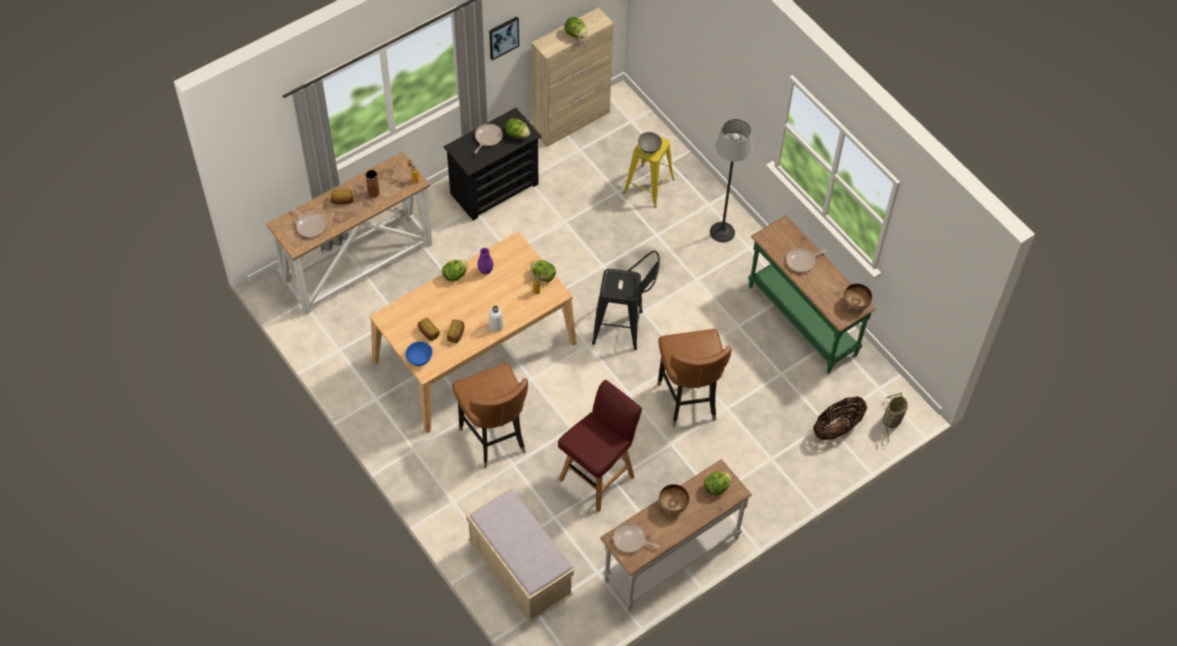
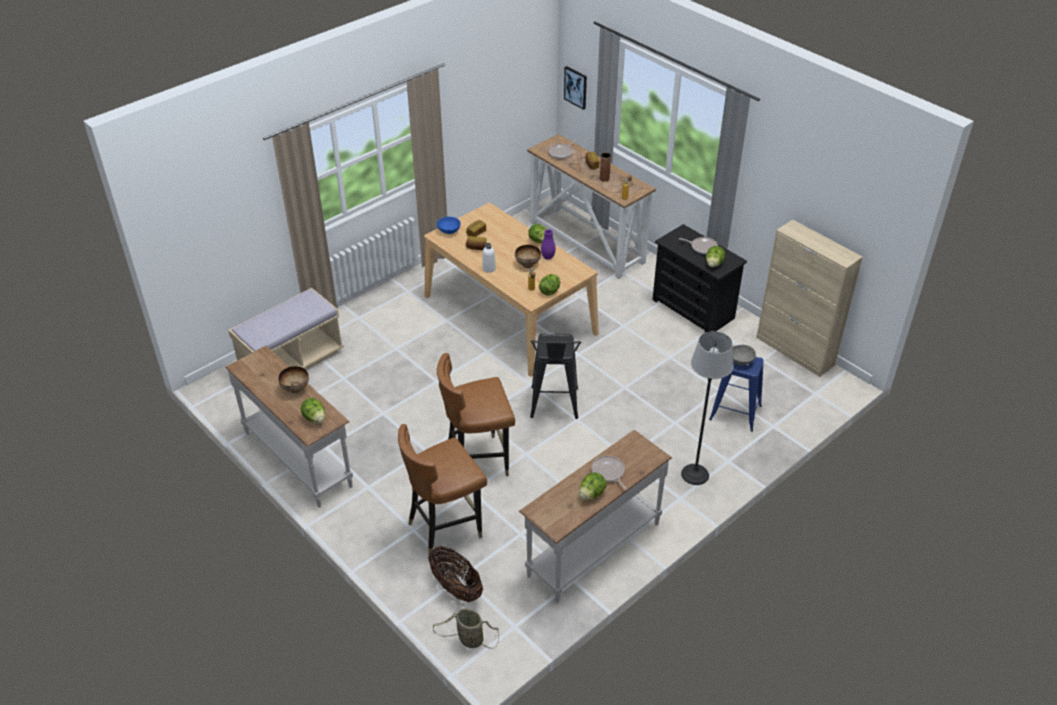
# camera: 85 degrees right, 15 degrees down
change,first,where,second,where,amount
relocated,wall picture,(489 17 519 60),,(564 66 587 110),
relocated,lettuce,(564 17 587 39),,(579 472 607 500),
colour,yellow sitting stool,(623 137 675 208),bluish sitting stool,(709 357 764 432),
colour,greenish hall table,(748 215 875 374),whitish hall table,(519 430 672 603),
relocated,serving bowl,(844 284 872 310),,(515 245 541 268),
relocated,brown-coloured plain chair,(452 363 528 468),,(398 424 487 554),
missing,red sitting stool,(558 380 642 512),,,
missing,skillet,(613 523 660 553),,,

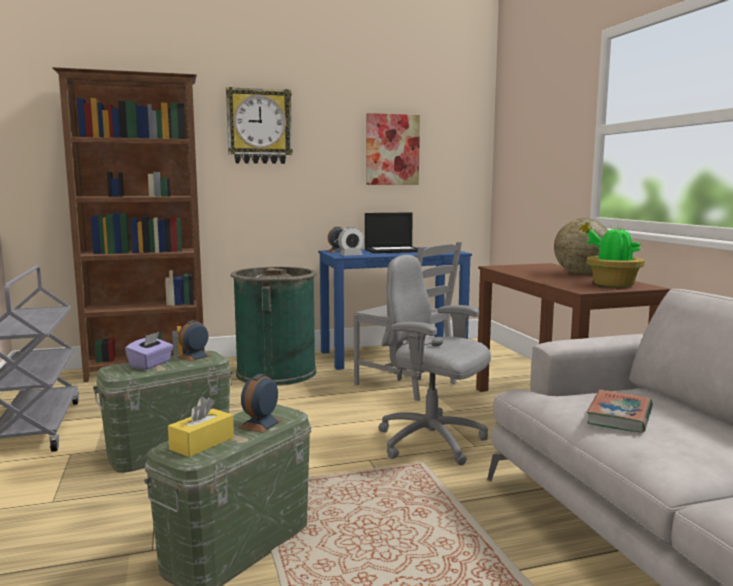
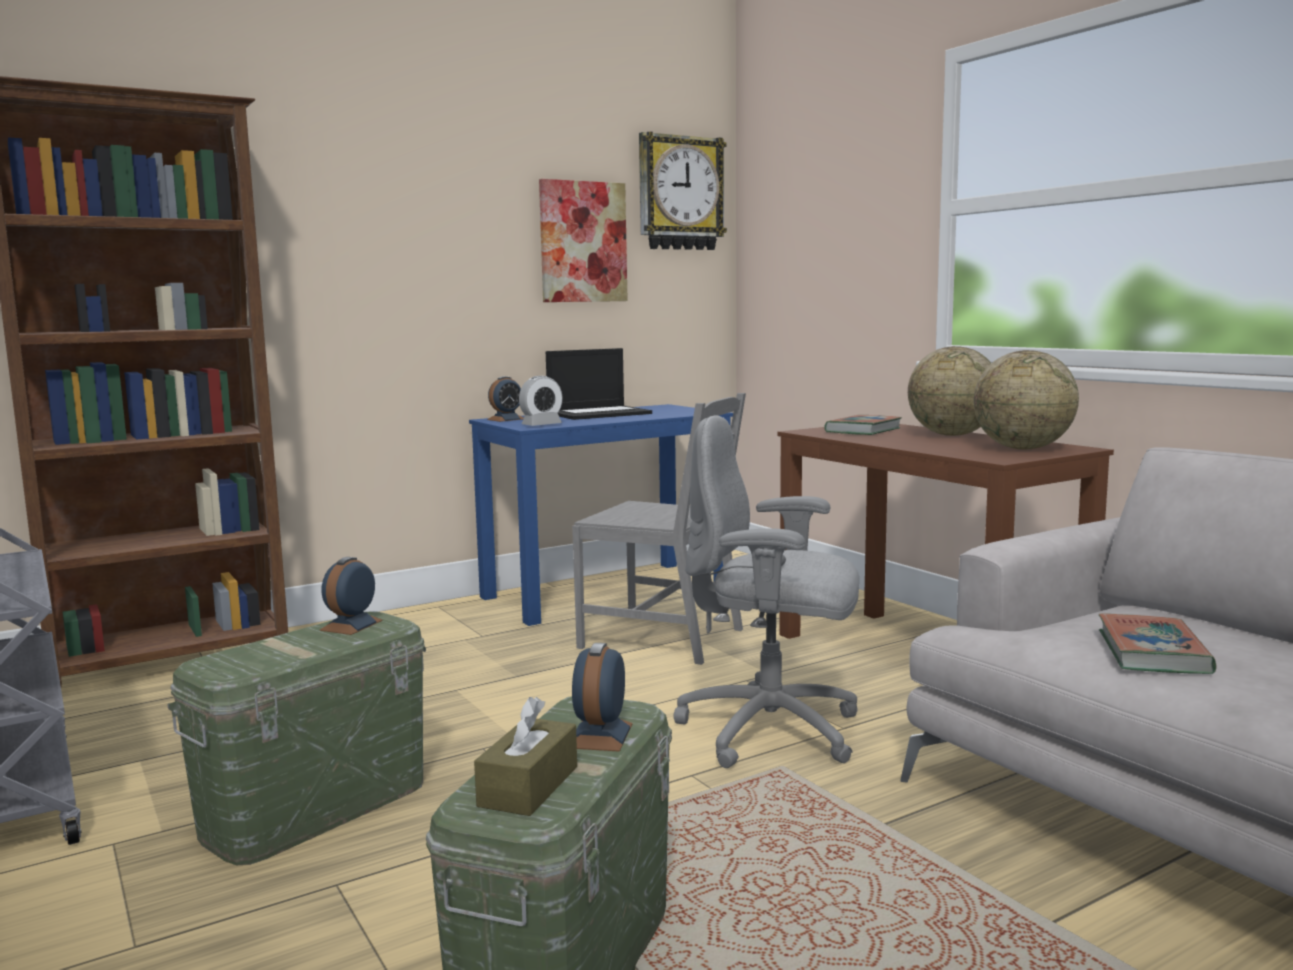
# camera: 15 degrees left, 0 degrees up
change,first,where,second,where,amount
relocated,hanging clock,(226 87 293 164),,(639 131 727 250),
exchanged,plant in a pot,(579 222 645 287),desk globe,(973 350 1079 450),
missing,greenish waste bin,(231 267 317 386),,,
missing,purple-coloured tissue box,(125 332 173 370),,,
colour,yellow tissue box,(168 397 234 457),brown-coloured tissue box,(474 697 577 816),
appeared,,,book,(824 415 902 435),

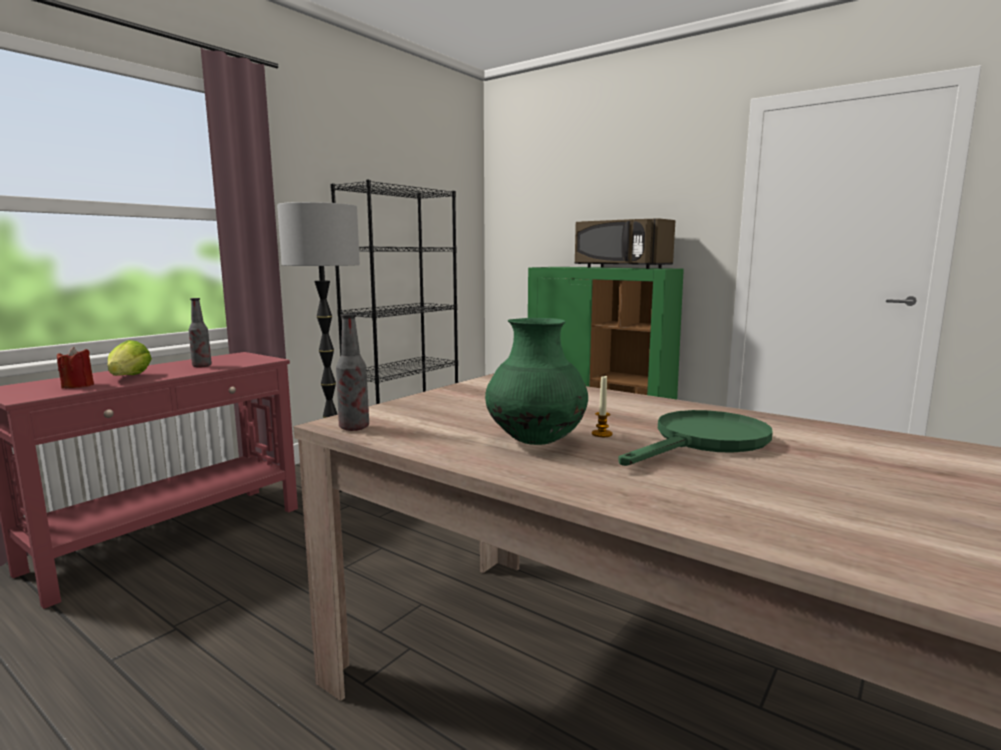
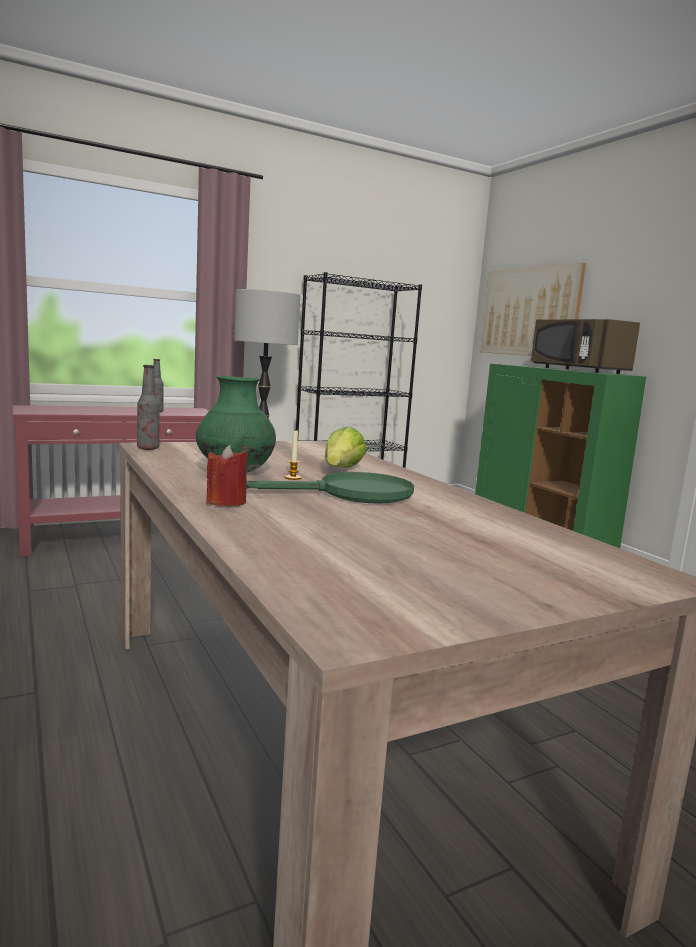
# camera: 25 degrees right, 0 degrees up
change,first,where,second,where,amount
relocated,lettuce,(108 340 152 376),,(325 426 366 468),
relocated,red candle,(57 347 94 388),,(206 445 248 506),
appeared,,,wall picture,(480 262 586 356),

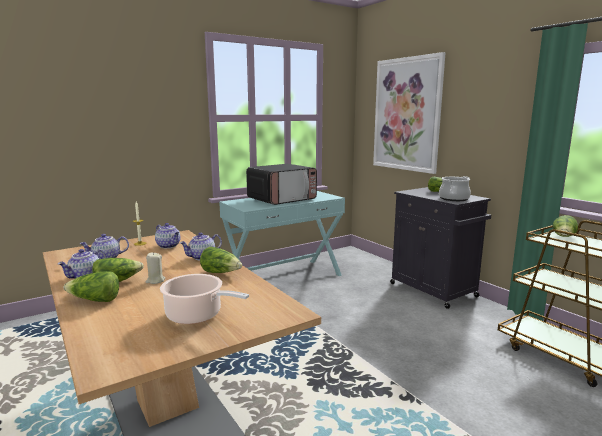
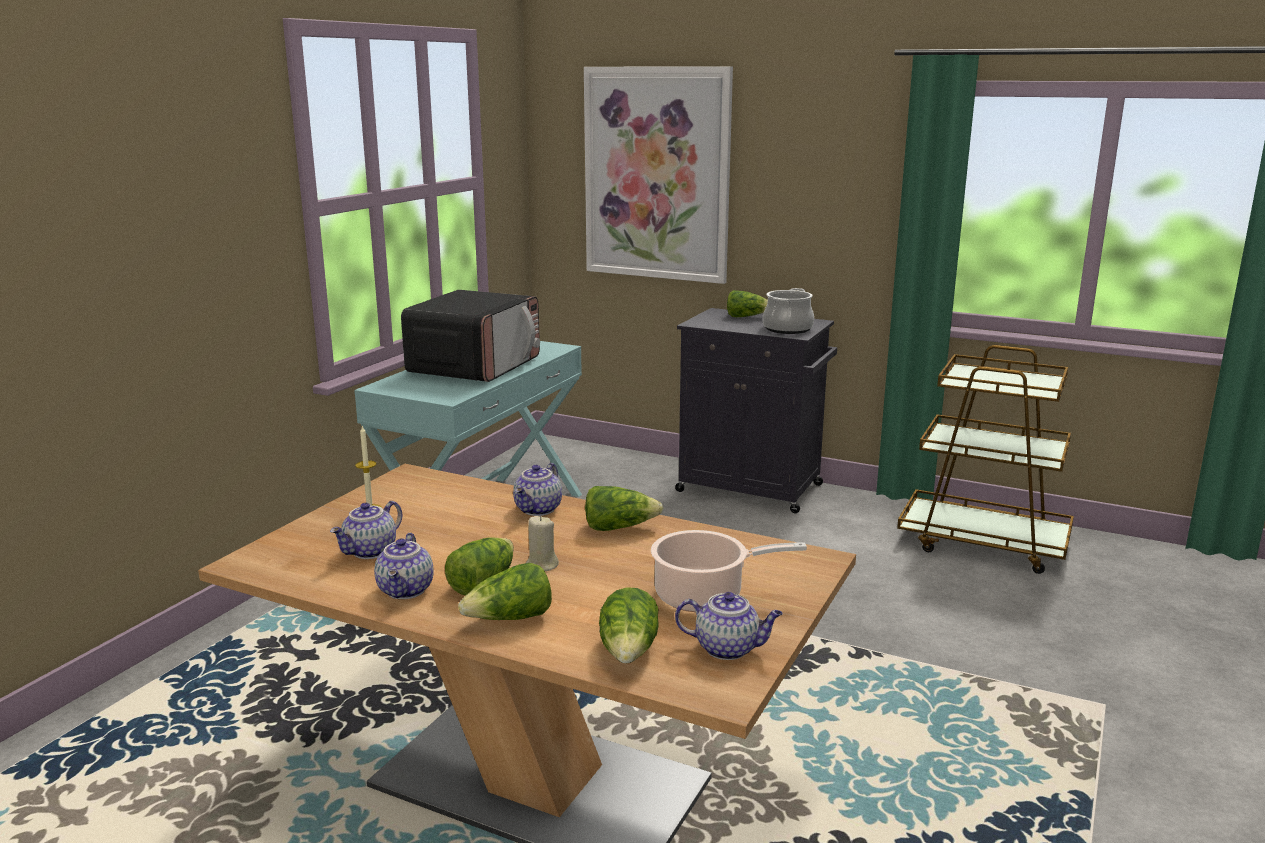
# camera: 30 degrees left, 5 degrees up
change,first,where,second,where,amount
relocated,lettuce,(553 215 578 237),,(599 587 659 663),
relocated,tea pot,(155 223 181 248),,(675 592 783 660),

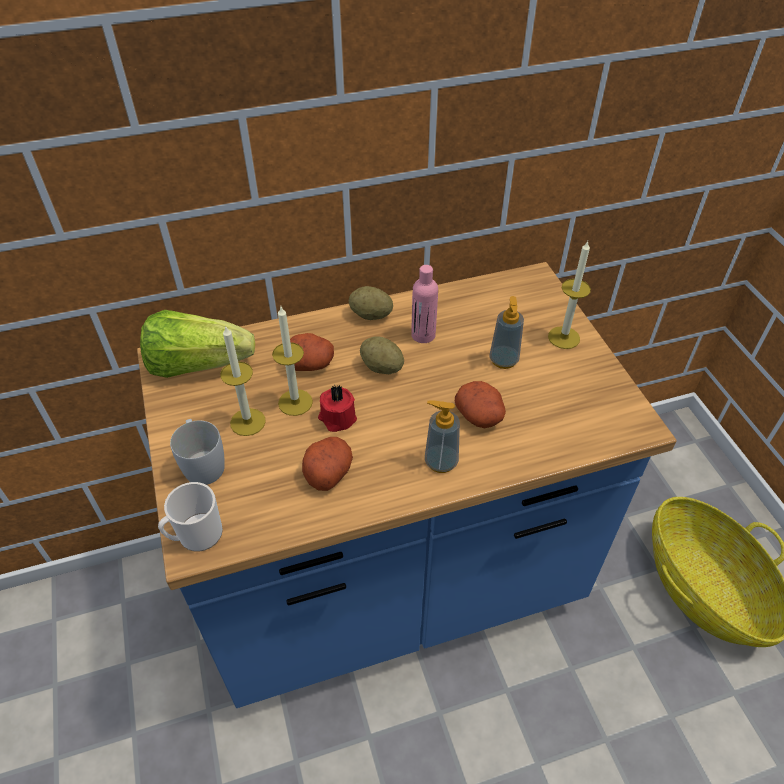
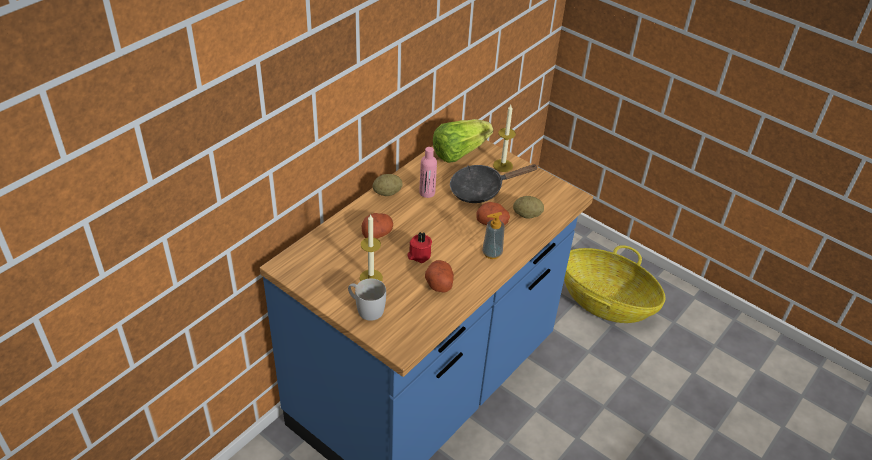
# camera: 35 degrees left, 5 degrees down
change,first,where,second,where,amount
exchanged,liquid soap bottle,(489 296 524 369),black-coloured skillet,(450 164 537 203),
missing,candle,(272 307 313 416),,,
relocated,lettuce,(140 310 255 378),,(433 119 493 163),
relocated,whole potato,(360 336 404 374),,(513 196 544 219),
missing,mug,(158 482 223 551),,,

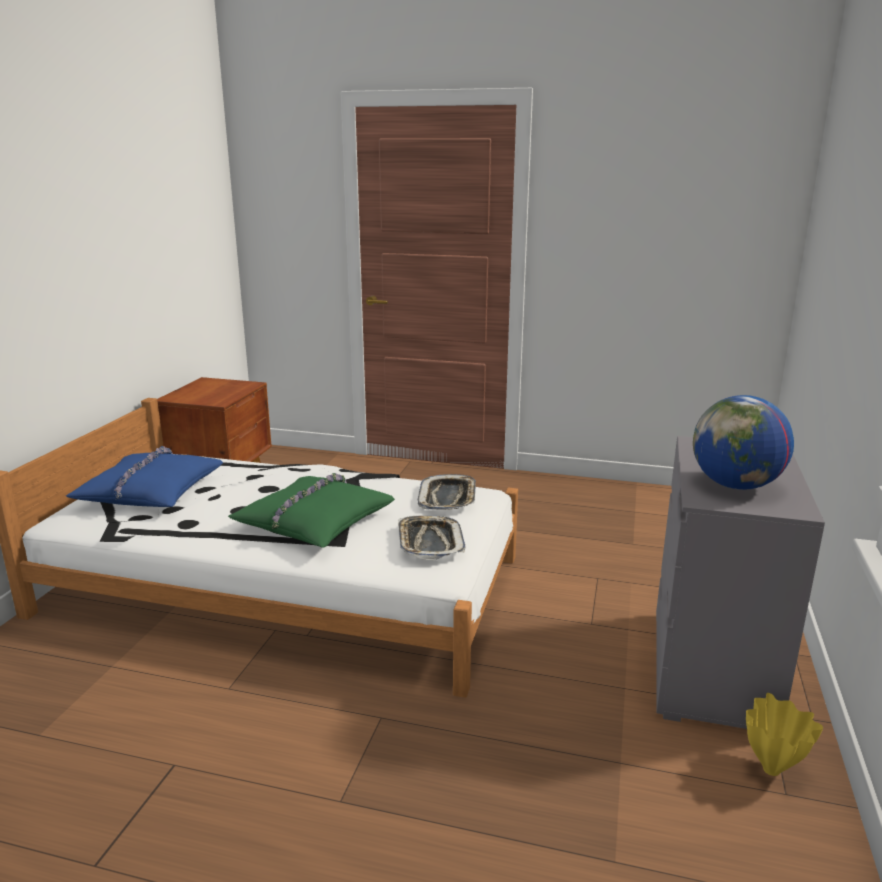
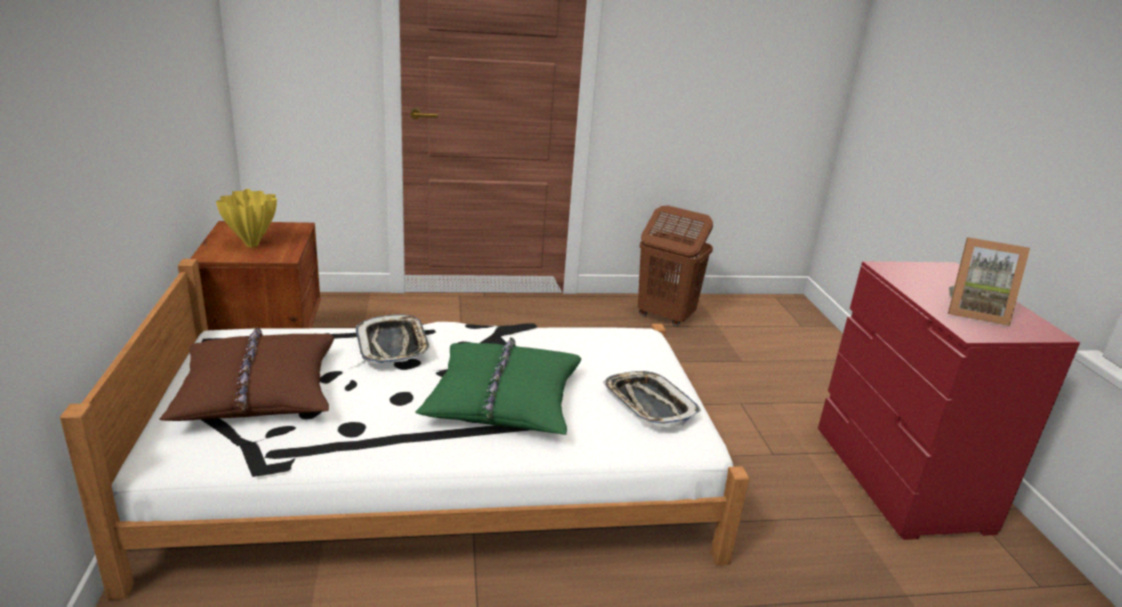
# camera: 25 degrees left, 5 degrees up
change,first,where,second,where,amount
exchanged,desk globe,(693 395 794 490),standing frame,(948 237 1030 326),
colour,grey dresser,(656 436 825 729),red dresser,(818 261 1080 540),
colour,bluish throw pillow,(66 446 223 507),brown-coloured throw pillow,(159 327 334 421),
relocated,serving tray,(417 474 476 510),,(356 314 431 364),
relocated,yellow decorative vase,(746 693 823 776),,(216 189 277 247),
appeared,,,brown-coloured hamper,(638 205 713 327),

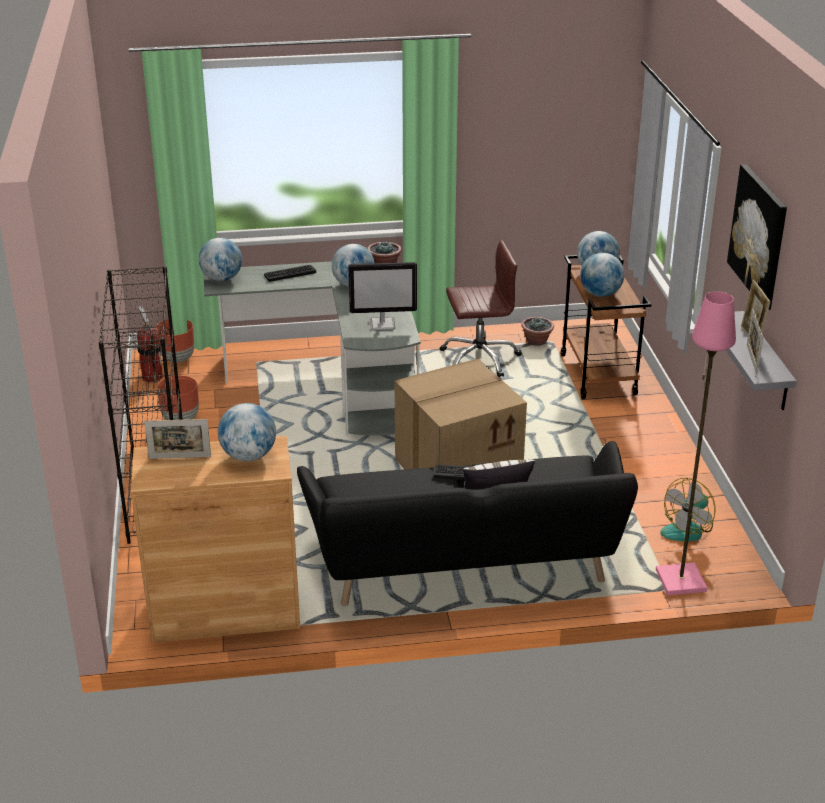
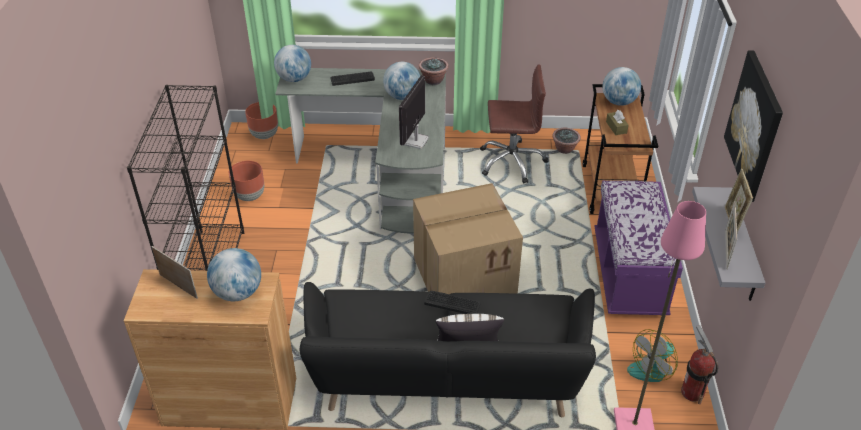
# camera: 10 degrees right, 10 degrees up
change,first,where,second,where,amount
exchanged,desk globe,(580 253 625 297),brown-coloured tissue box,(606 110 629 135),
spun,computer screen,(348 262 417 331),,(399 75 429 149),105 degrees clockwise
relocated,fire-fighting cylinder,(137 306 163 383),,(681 325 718 404),
spun,standing frame,(144 419 211 459),,(152 246 198 299),150 degrees counterclockwise
appeared,,,purple-coloured bench,(595 181 683 315),

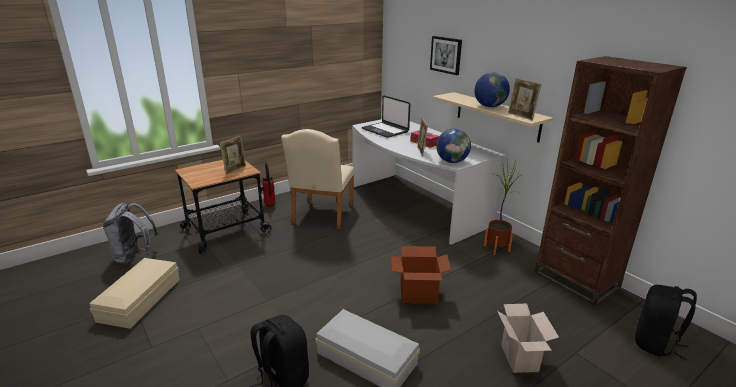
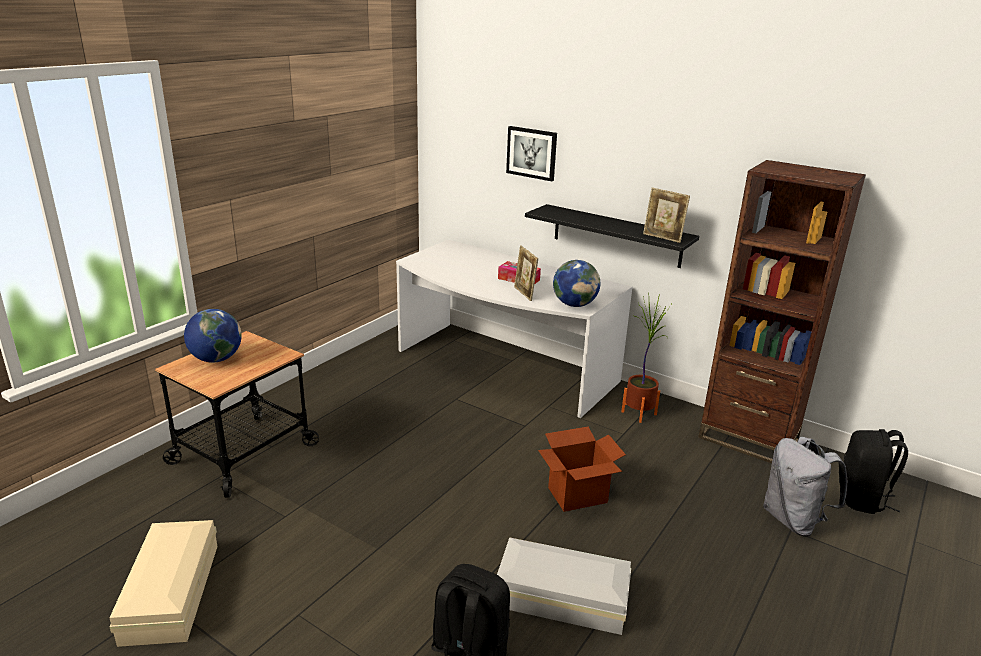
# camera: 20 degrees left, 0 degrees up
change,first,where,second,where,amount
relocated,desk globe,(474 72 510 107),,(184 309 242 363),
colour,sand-coloured shelf,(432 92 553 142),black-coloured shelf,(525 204 699 268),
missing,notebook computer,(362 96 410 138),,,
missing,sand-coloured plain chair,(281 129 354 229),,,
missing,standing frame,(220 136 246 175),,,
missing,fire-fighting cylinder,(260 162 275 207),,,
relocated,grey rucksack,(103 202 159 264),,(763 437 847 537),
missing,packing box,(497 304 559 373),,,

